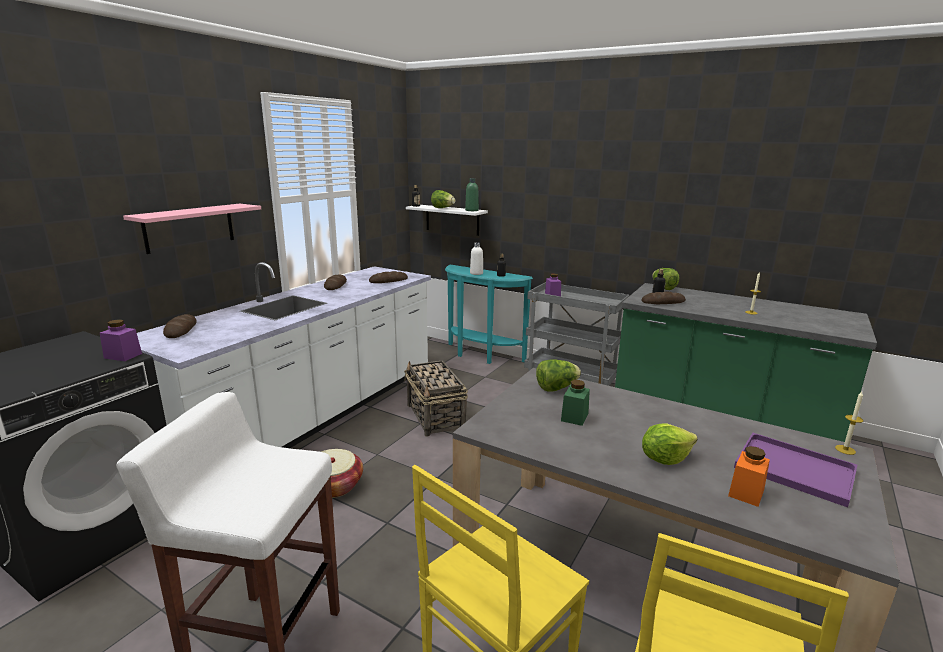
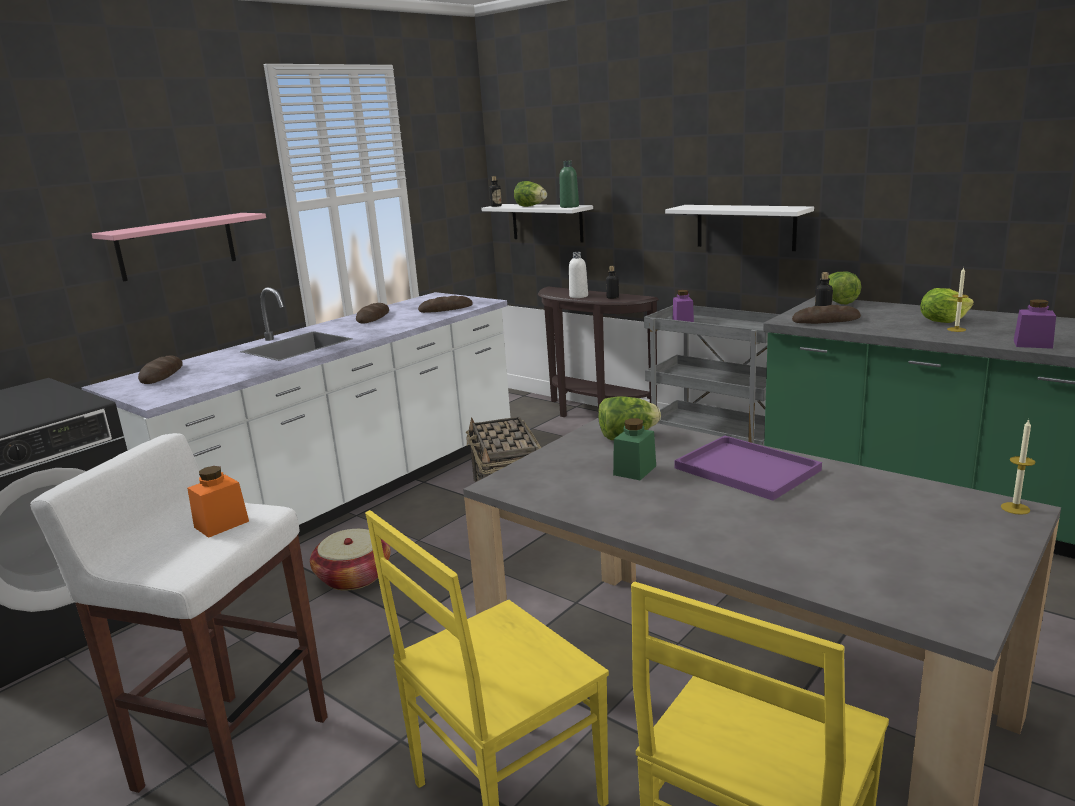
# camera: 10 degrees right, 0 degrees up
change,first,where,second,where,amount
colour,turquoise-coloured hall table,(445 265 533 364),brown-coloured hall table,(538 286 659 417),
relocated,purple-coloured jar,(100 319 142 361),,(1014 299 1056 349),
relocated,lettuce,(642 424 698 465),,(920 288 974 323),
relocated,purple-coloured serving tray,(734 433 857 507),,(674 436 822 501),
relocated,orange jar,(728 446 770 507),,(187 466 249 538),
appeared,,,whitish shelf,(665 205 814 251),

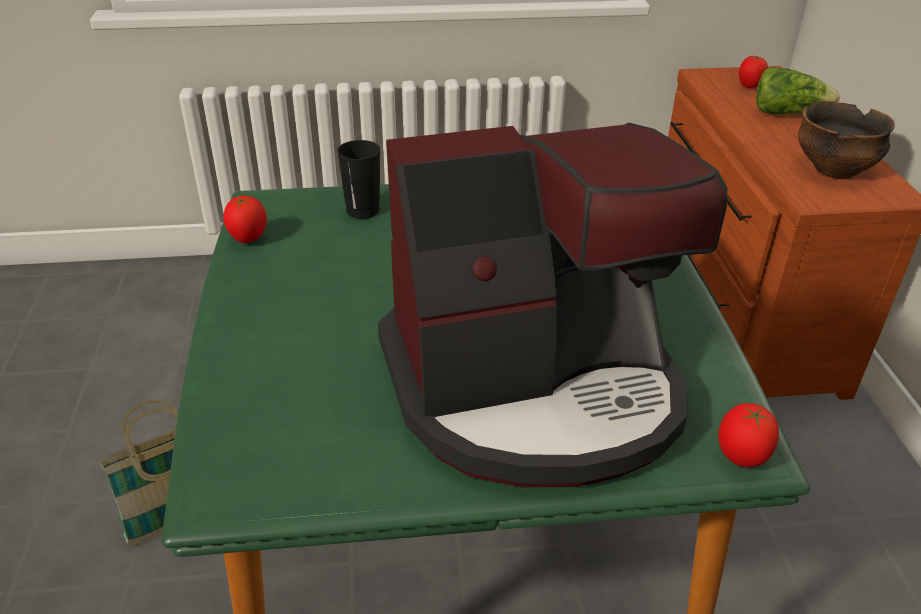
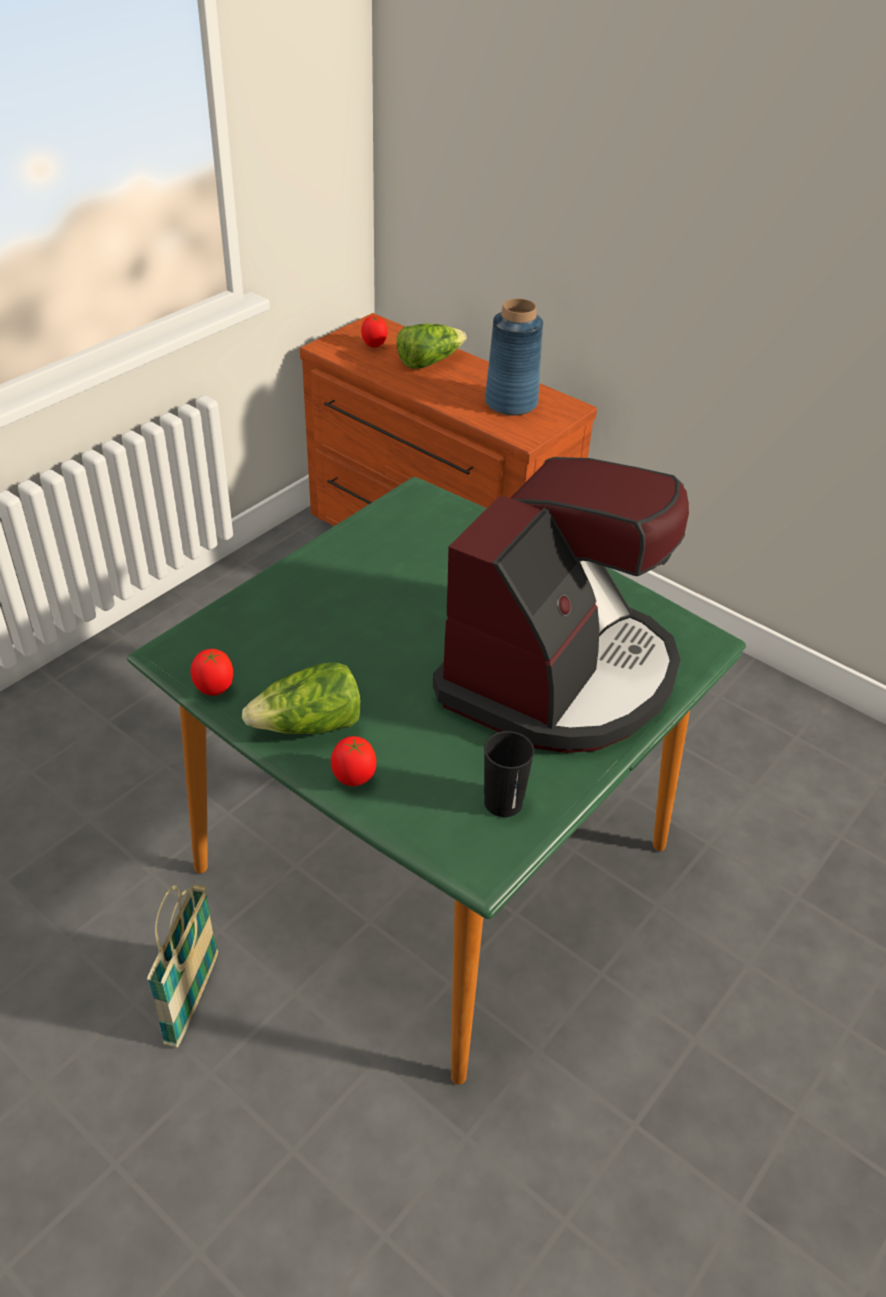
# camera: 45 degrees left, 5 degrees up
change,first,where,second,where,amount
exchanged,serving bowl,(798 101 895 179),bluish decorative vase,(485 299 543 416),
relocated,black-coloured cup,(337 140 380 219),,(484 731 534 817),
relocated,whole tomato,(718 403 779 467),,(331 736 376 786),
appeared,,,lettuce,(242 662 361 734),

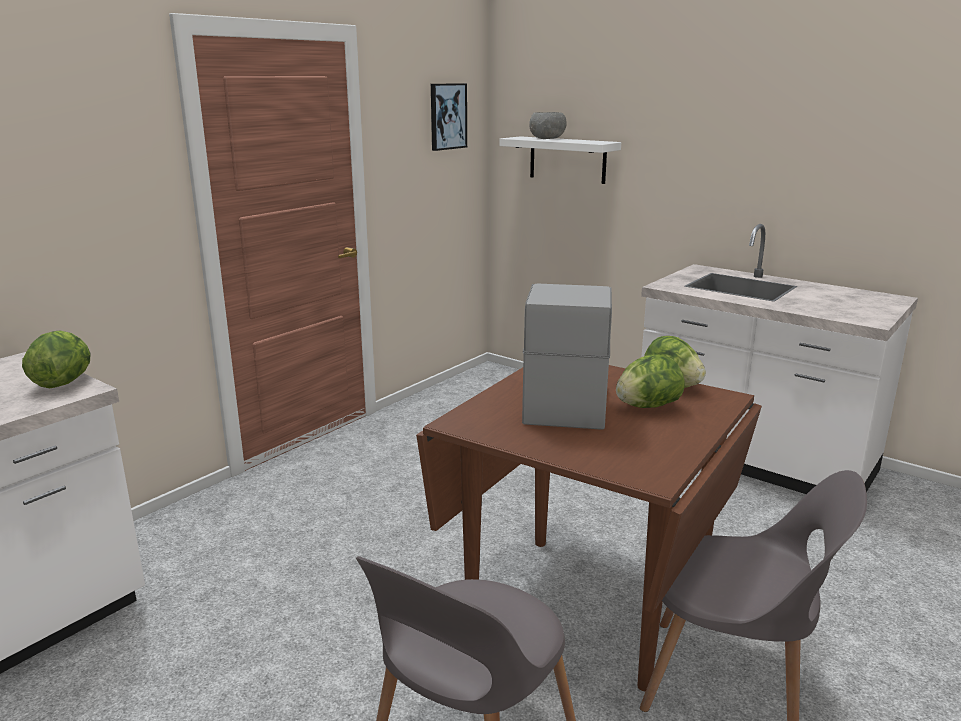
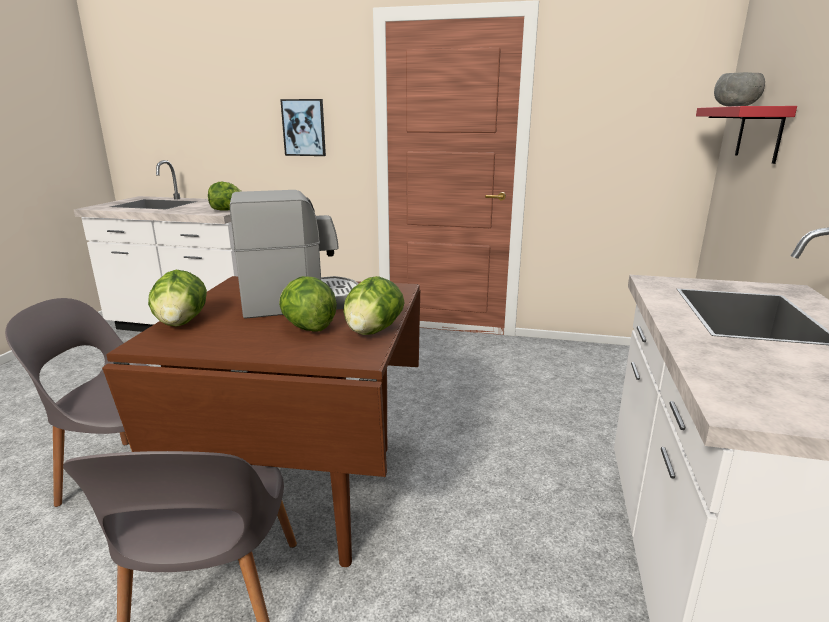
# camera: 65 degrees right, 0 degrees up
change,first,where,second,where,amount
relocated,wall picture,(431 83 467 151),,(280 99 326 156),
colour,whitish shelf,(499 136 621 184),red shelf,(696 106 797 164),
appeared,,,lettuce,(148 270 207 327),

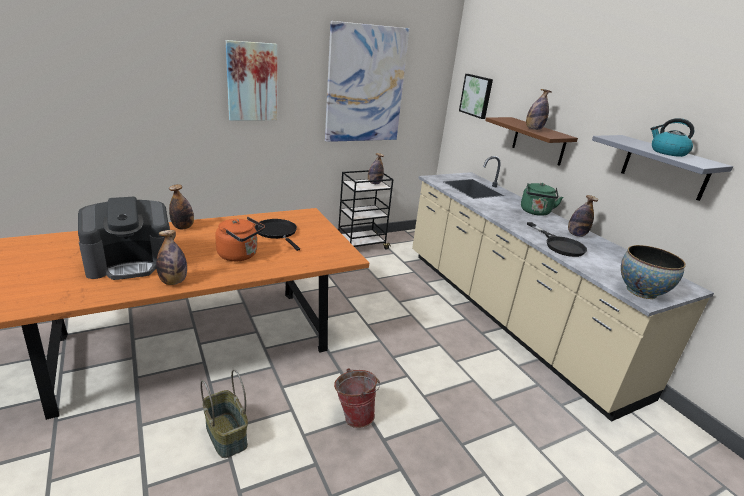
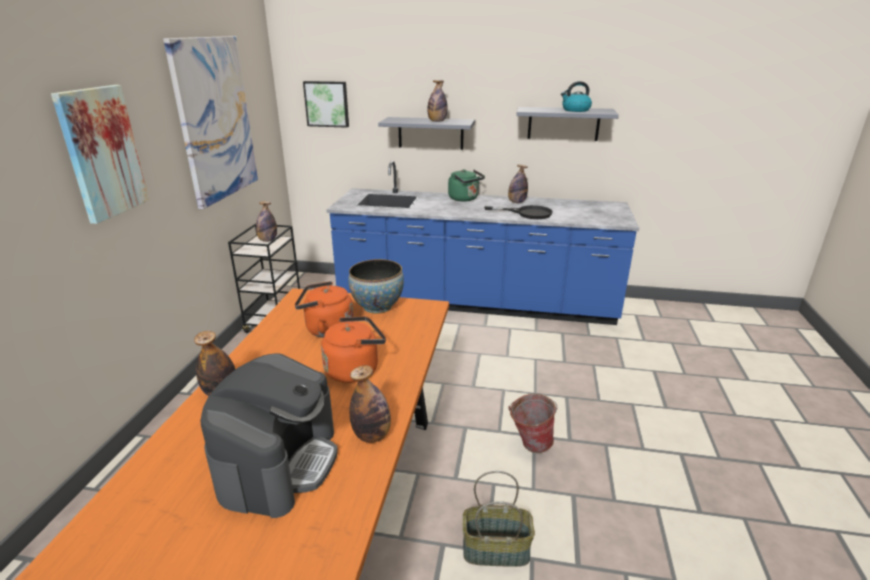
# camera: 50 degrees left, 0 degrees up
change,first,where,second,where,amount
colour,brown-coloured shelf,(485 117 578 166),grey shelf,(378 117 475 150),
colour,sand-coloured kitchen base unit,(412 156 714 422),bluish kitchen base unit,(326 161 639 325),
exchanged,black-coloured skillet,(255 219 300 251),orange kettle,(295 281 354 338),
relocated,serving bowl,(621 245 686 299),,(348 259 404 314),

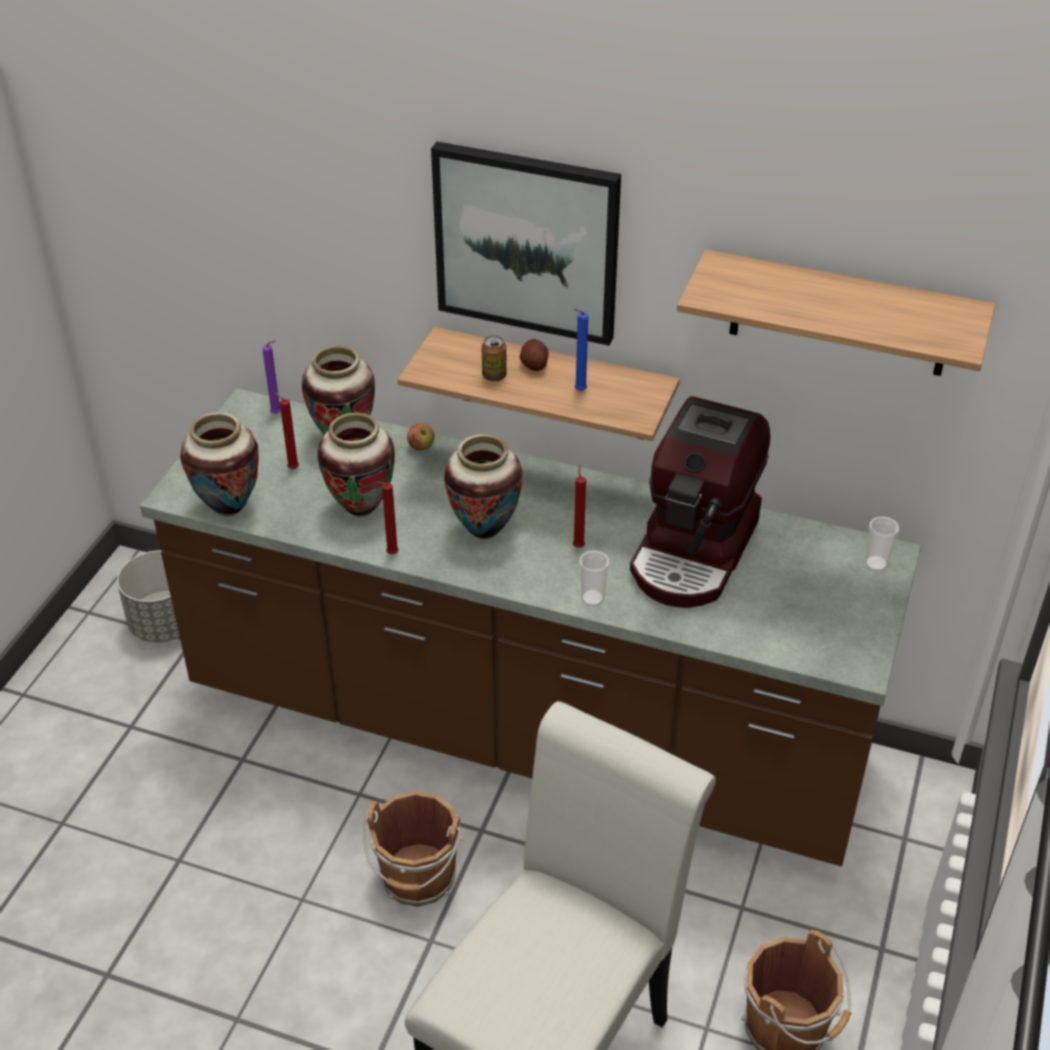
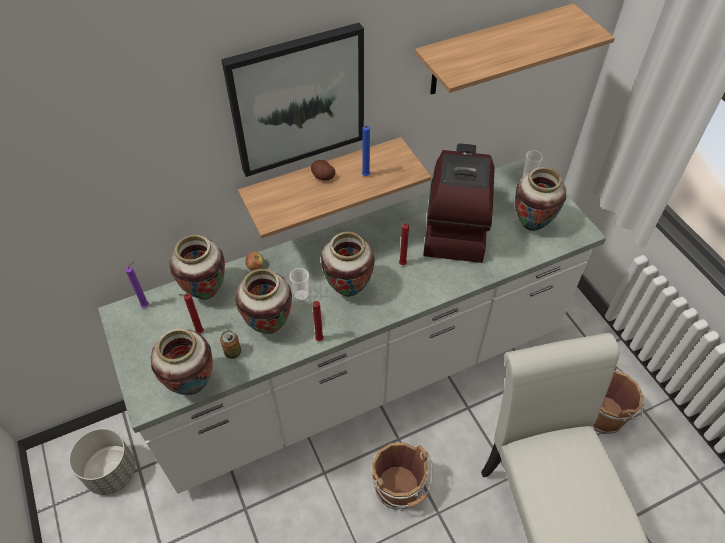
# camera: 45 degrees left, 10 degrees up
change,first,where,second,where,amount
relocated,sealed can,(481 335 507 381),,(220 330 241 359),
colour,brown-coloured kitchen base unit,(140 388 921 866),whitish kitchen base unit,(98 158 606 494),
spun,coffee machine,(630 396 770 608),,(423 144 494 263),150 degrees counterclockwise
relocated,cup,(579 551 609 606),,(289 268 309 301),
appeared,,,decorative vase,(515 167 566 231),

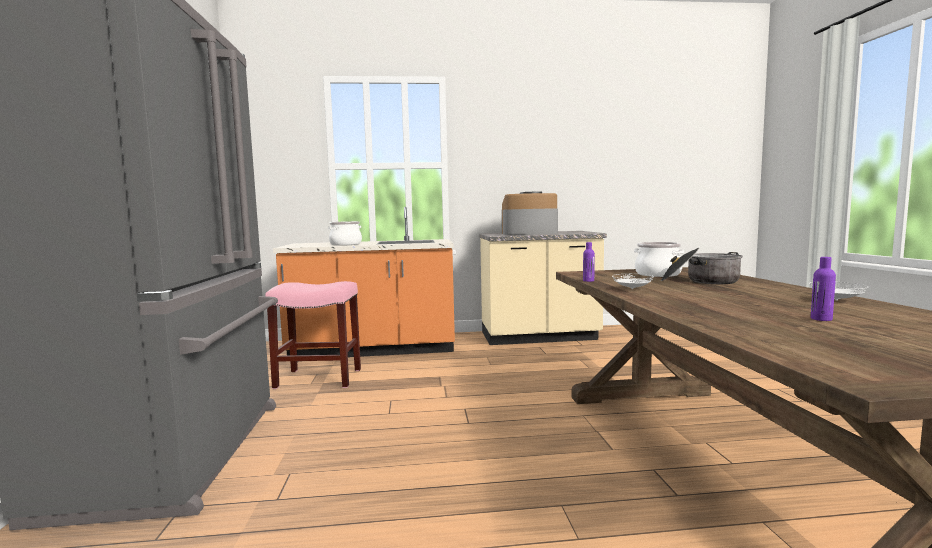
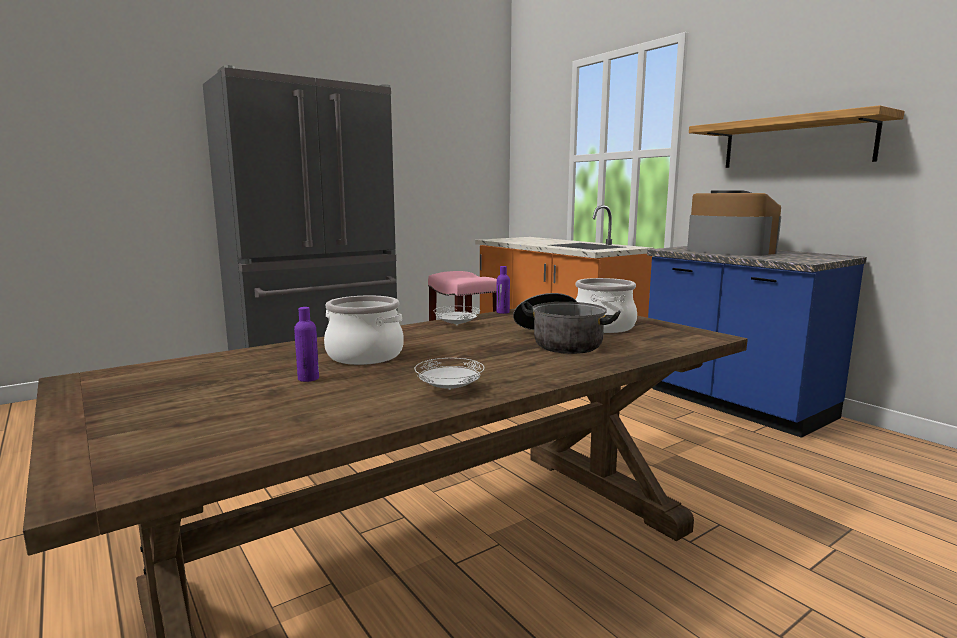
# camera: 60 degrees right, 5 degrees up
change,first,where,second,where,amount
relocated,stockpot,(328 221 362 246),,(324 296 404 365),
colour,sand-coloured kitchen base unit,(479 231 607 345),bluish kitchen base unit,(647 246 867 438),
appeared,,,shelf,(689 105 905 168),

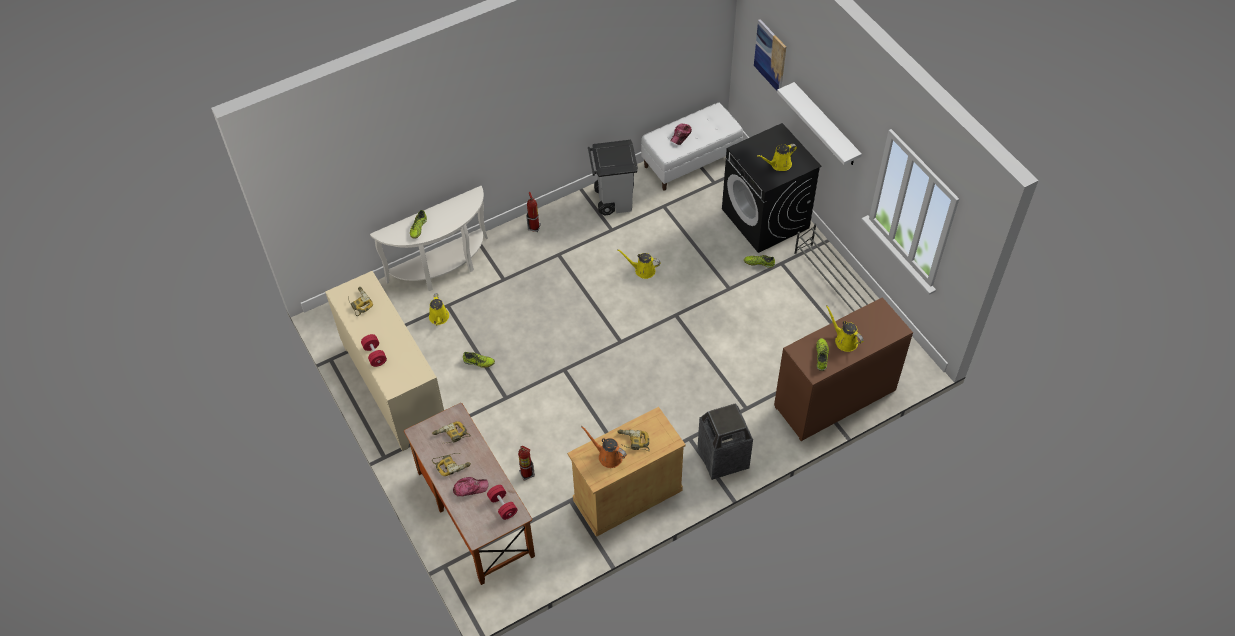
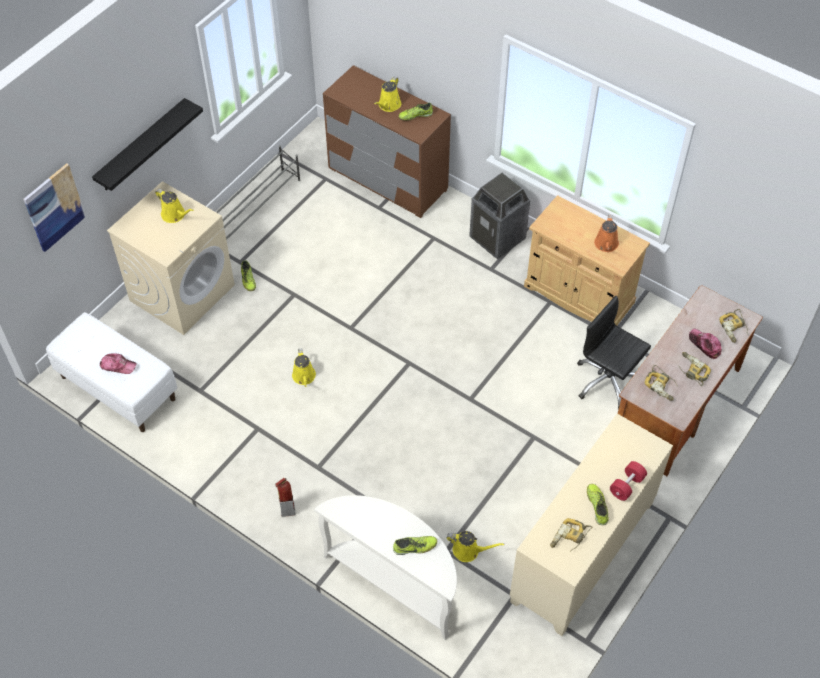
# camera: 115 degrees left, 0 degrees up
change,first,where,second,where,amount
colour,whitish shelf,(777 82 862 165),black-coloured shelf,(92 98 203 191),
colour,black-coloured laundry appliance,(722 123 822 253),sand-coloured laundry appliance,(107 181 235 335),
missing,grey waste bin,(588 140 638 215),,,
spun,yellow sprinkling can,(429 293 449 326),,(447 531 504 562),45 degrees clockwise
relocated,low shoe,(463 352 495 368),,(587 484 609 525),
relocated,drill,(617 430 650 451),,(719 309 748 343),
exchanged,fire-fighting cylinder,(518 445 535 481),black-coloured computer chair,(577 296 651 410),
missing,red free weight,(487 485 518 520),,,

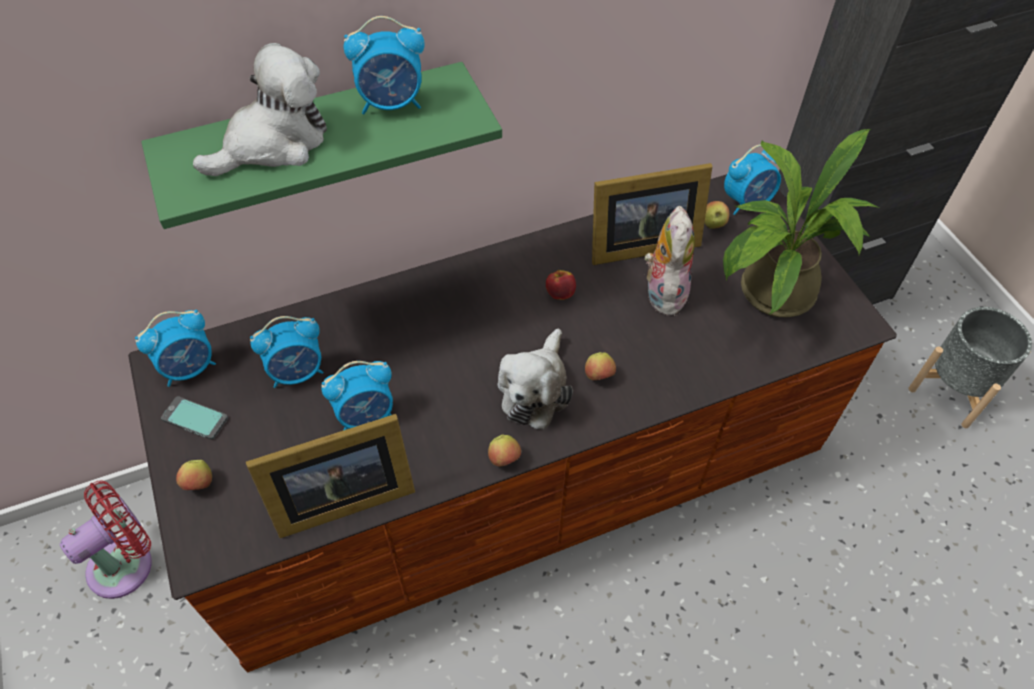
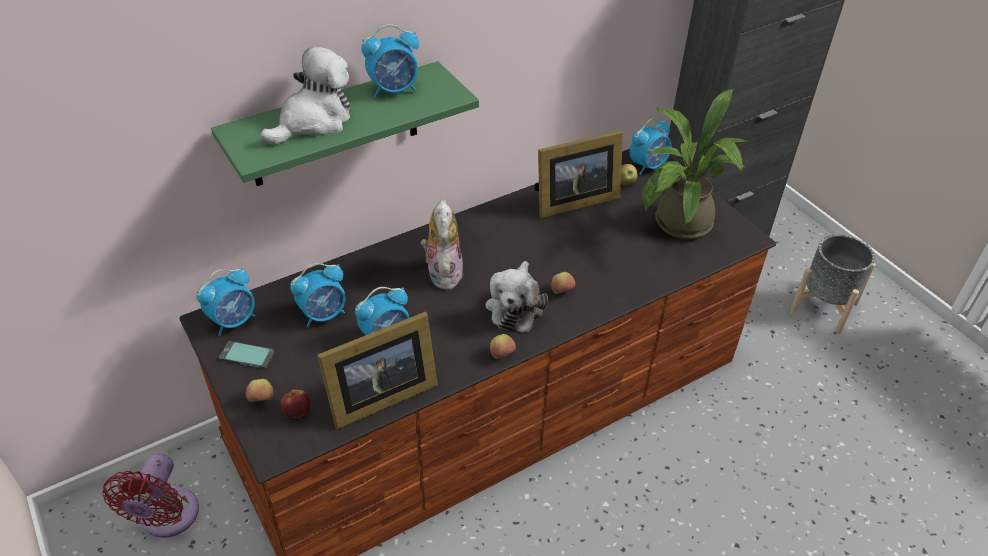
# camera: 10 degrees left, 10 degrees down
change,first,where,second,where,amount
relocated,cuddly toy,(645 206 695 316),,(421 200 463 290),
relocated,apple,(546 270 576 300),,(281 390 310 418),
spun,red cooling fan,(60 481 152 599),,(102 453 199 538),150 degrees clockwise

